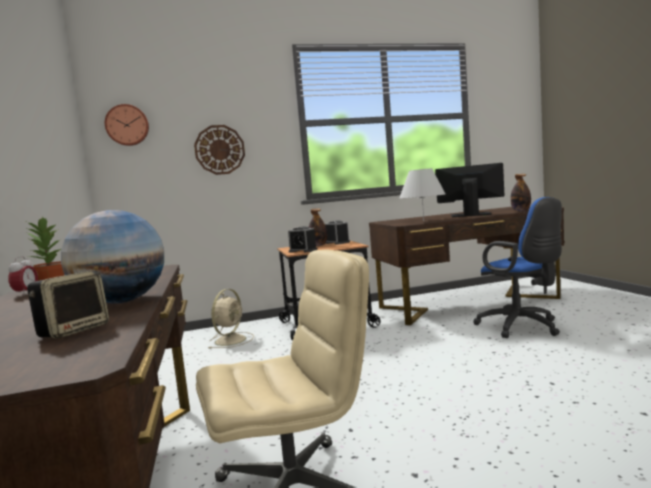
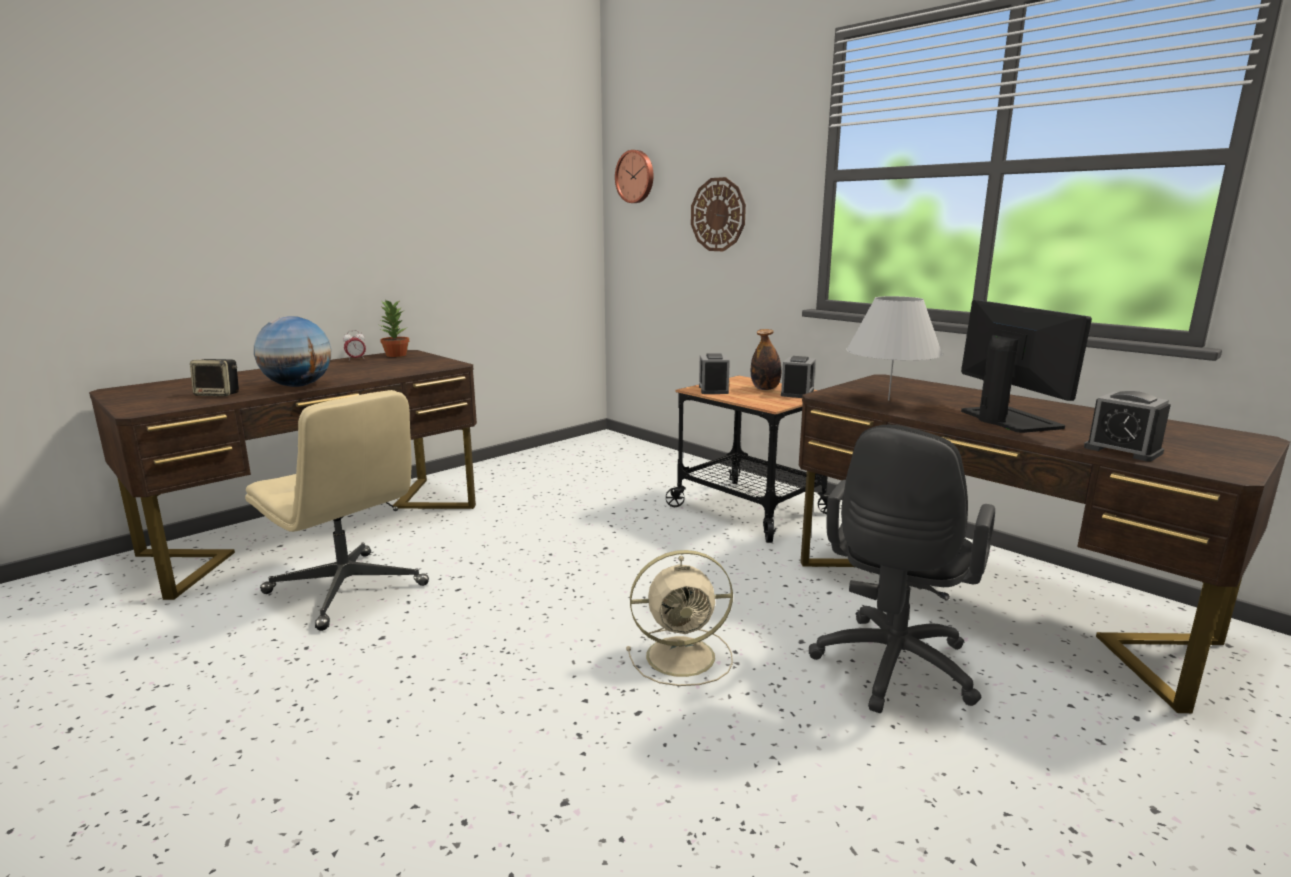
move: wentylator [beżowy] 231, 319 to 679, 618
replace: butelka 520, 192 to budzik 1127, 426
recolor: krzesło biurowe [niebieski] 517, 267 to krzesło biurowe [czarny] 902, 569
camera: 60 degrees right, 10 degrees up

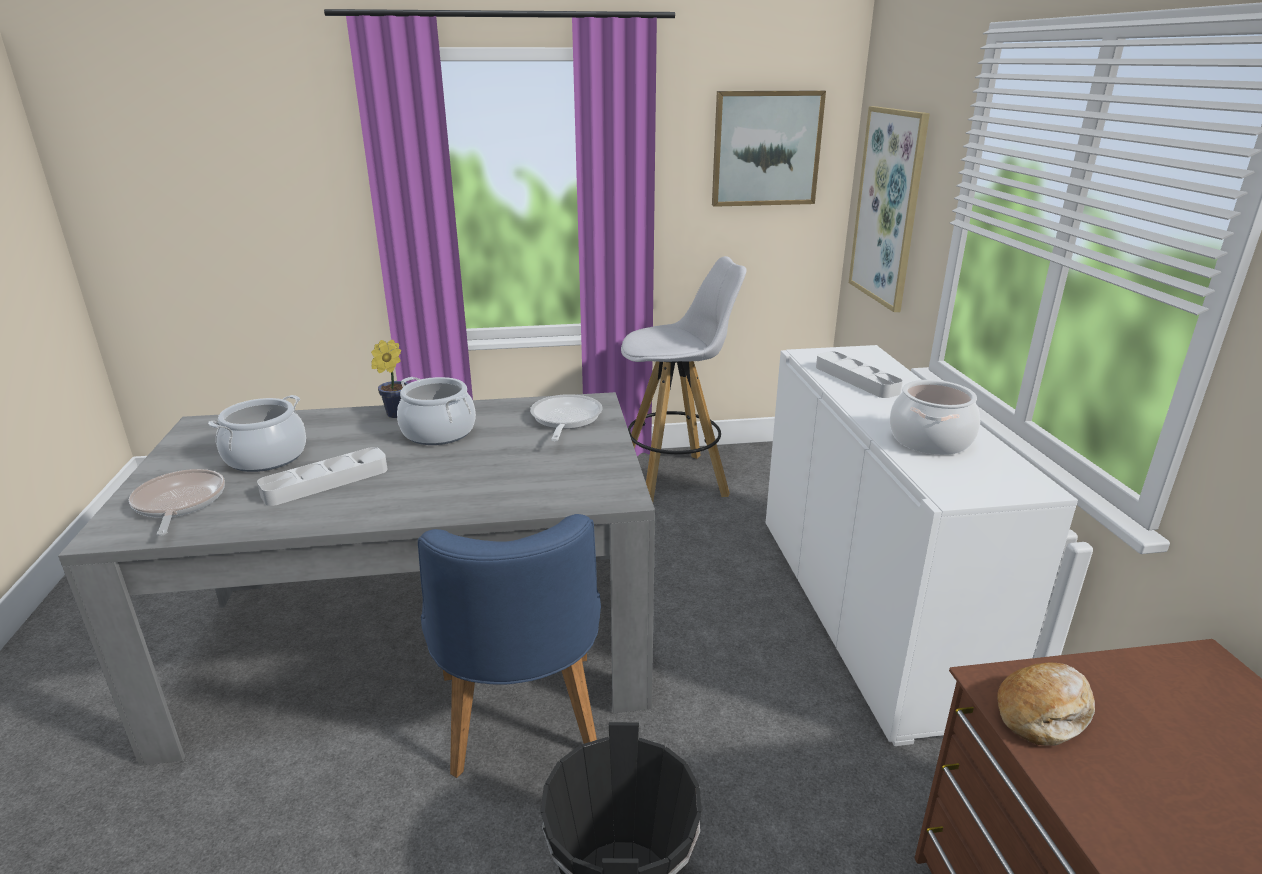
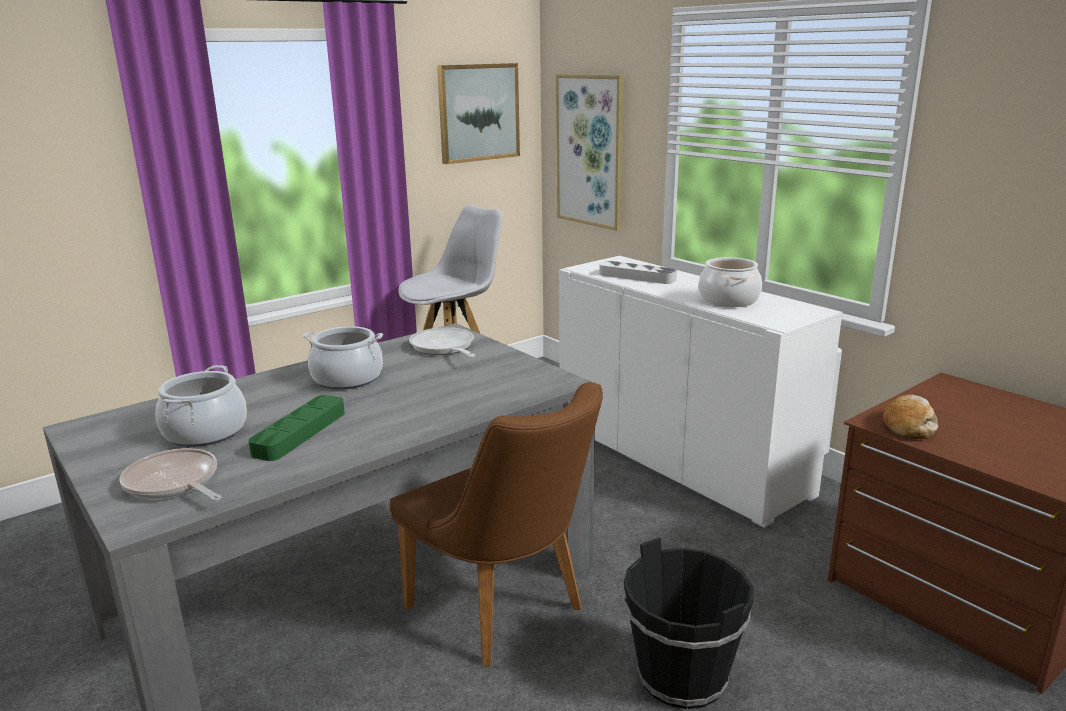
delete: roślina doniczkowa 389, 379
recolor: taca [szary] 322, 476 to taca [zielony] 296, 428; krzesło [niebieski] 509, 646 to krzesło [brązowy] 496, 524
camera: 30 degrees left, 5 degrees down

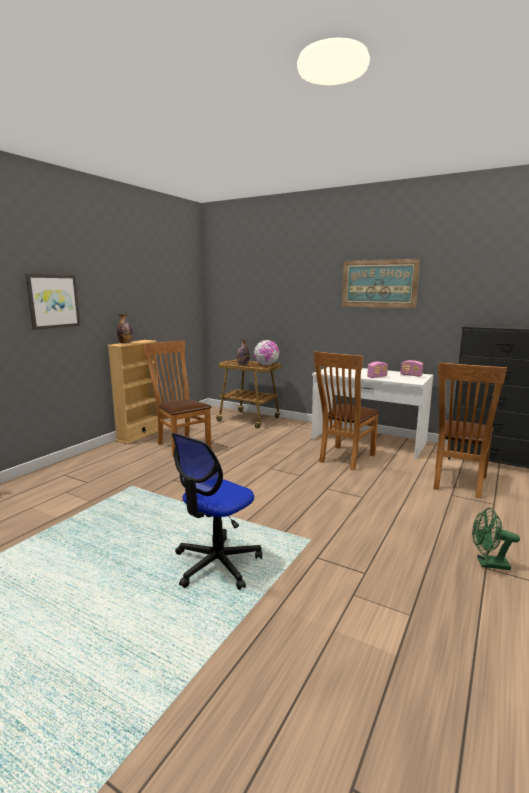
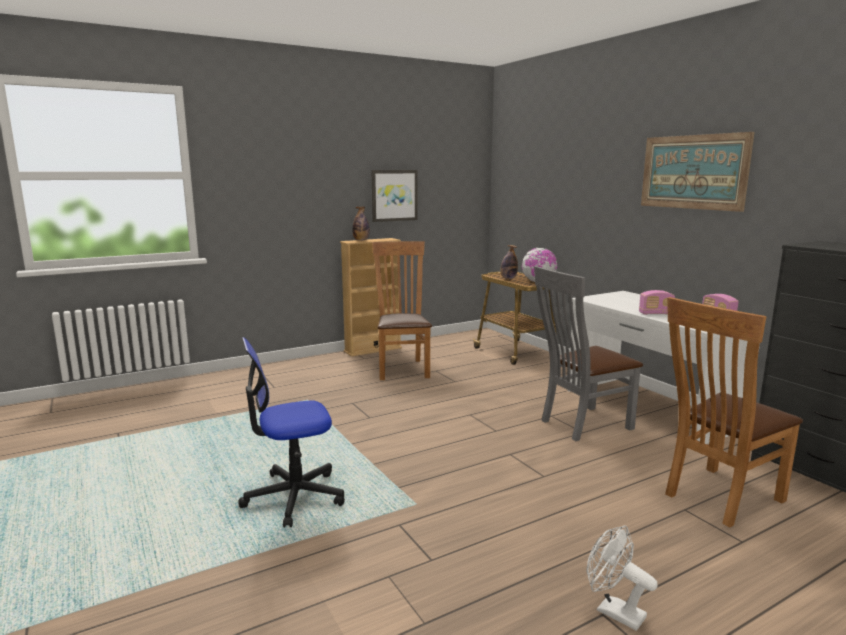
move: obraz 52, 302 to 394, 196
recolor: krzesło [brązowy] 346, 410 to krzesło [szary] 588, 353; wentylator [zielony] 496, 539 to wentylator [biały] 622, 578
camera: 30 degrees right, 0 degrees up

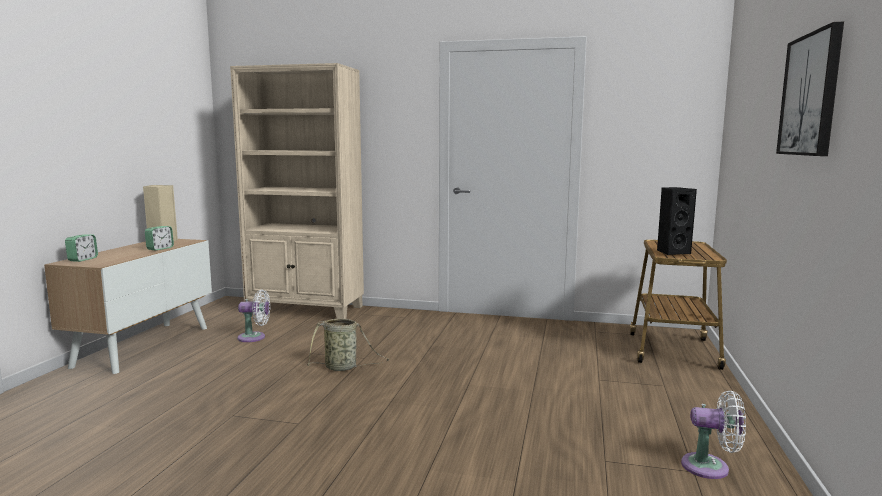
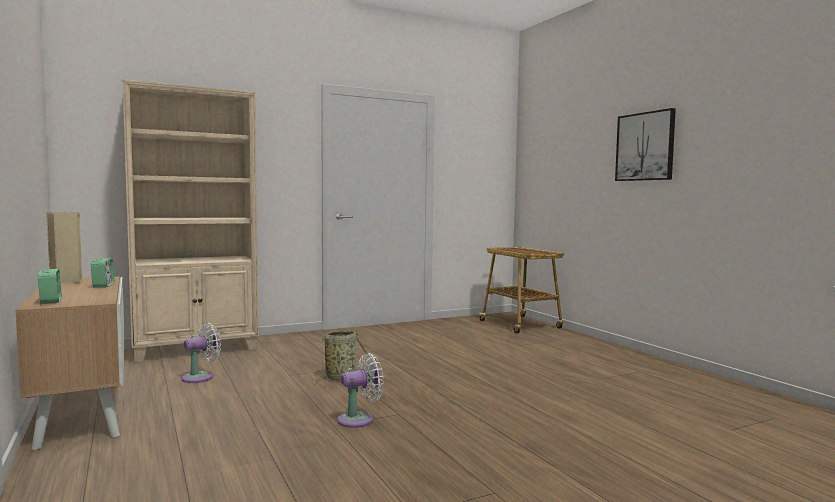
delete: głośnik [czarny] 677, 221
move: wentylator [biały] 713, 435 to 360, 390
camera: 40 degrees left, 5 degrees down

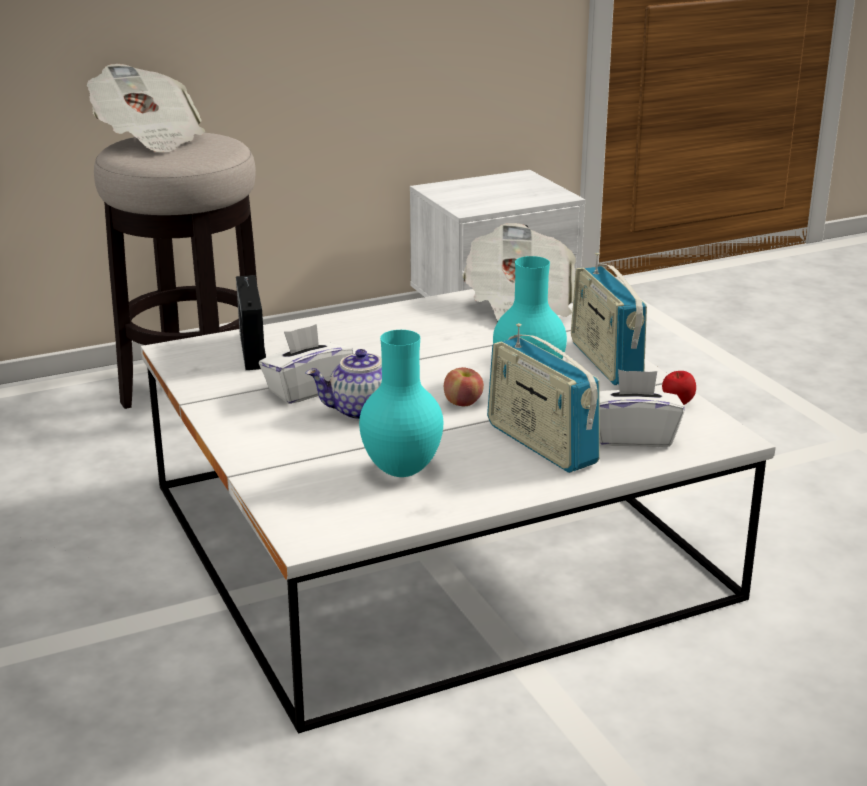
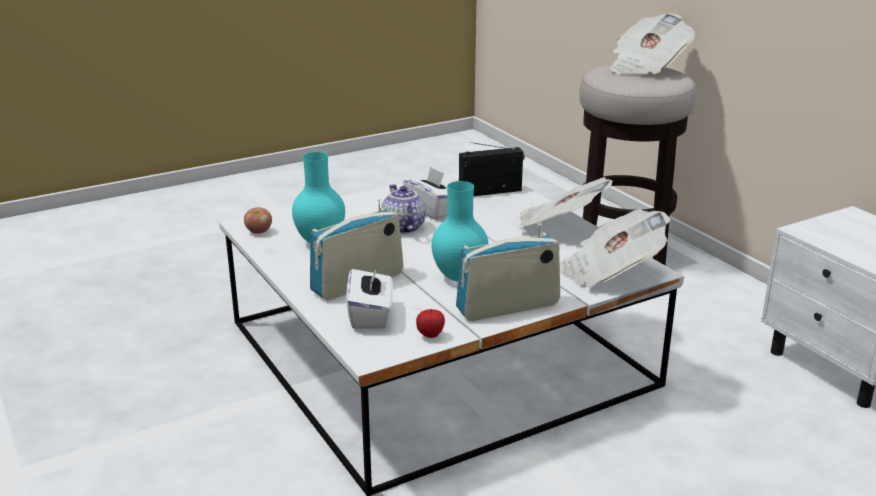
insert: gazeta 566, 203
move: jabłko 464, 386 to 258, 220
camera: 85 degrees right, 0 degrees up

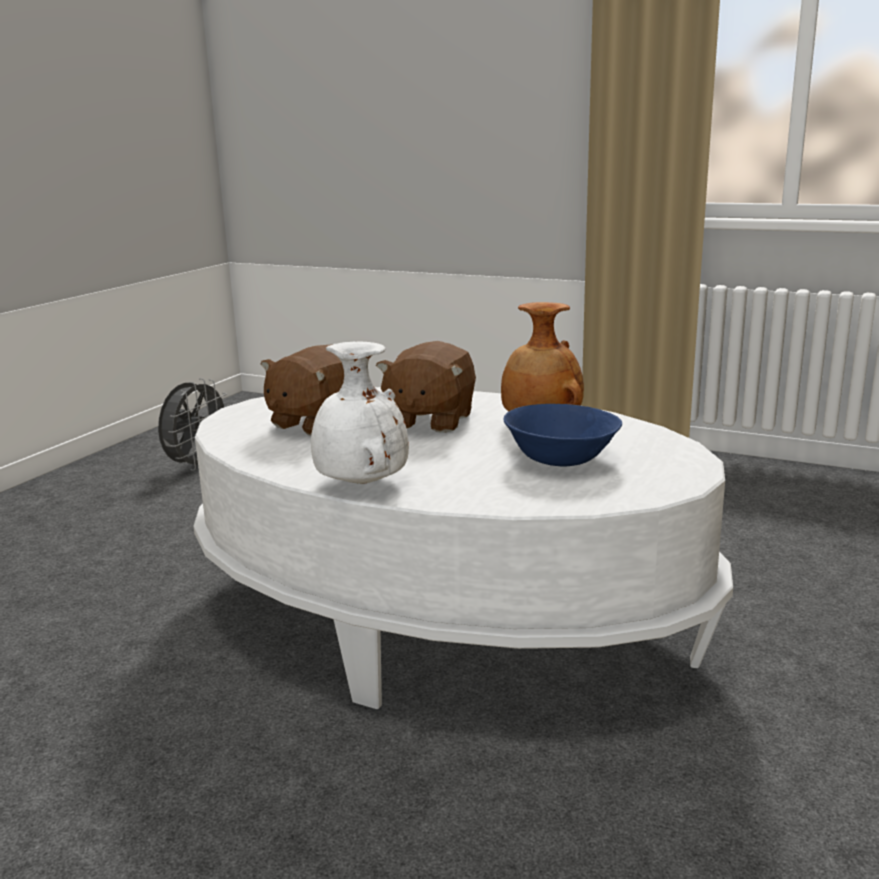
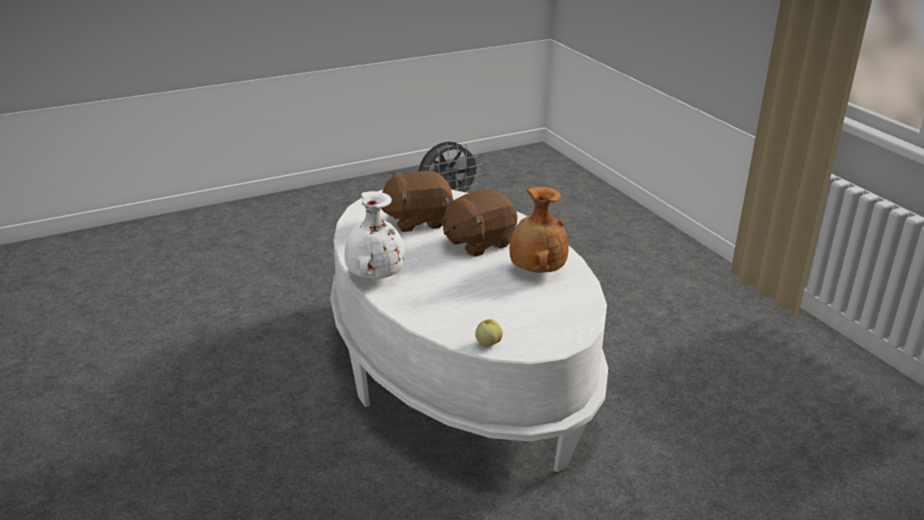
delete: miska [niebieski] 562, 435
insert: jabłko 489, 333
camera: 35 degrees right, 10 degrees up

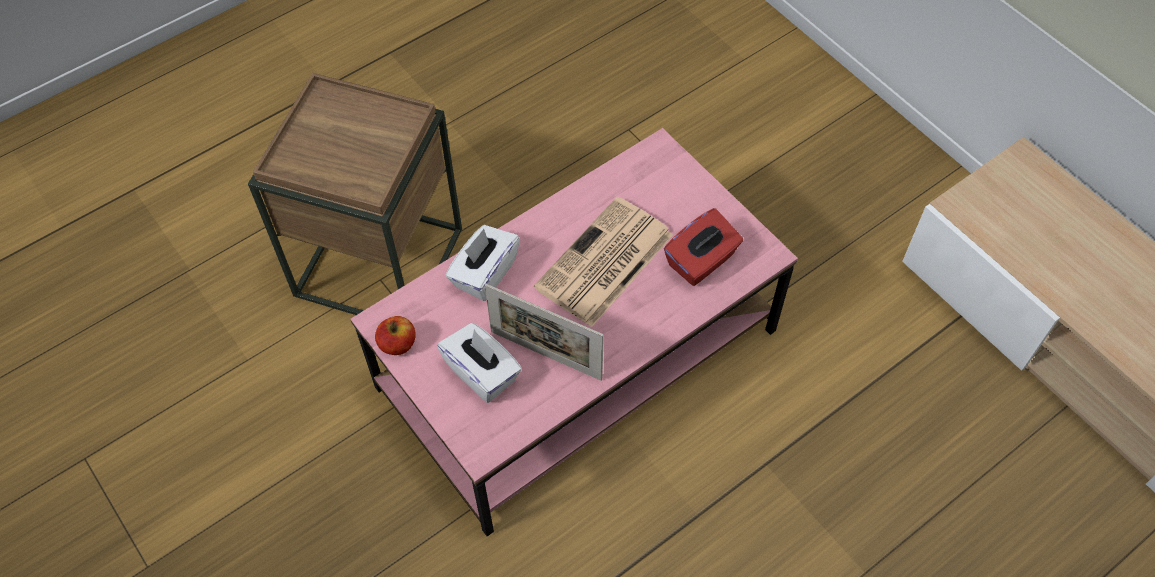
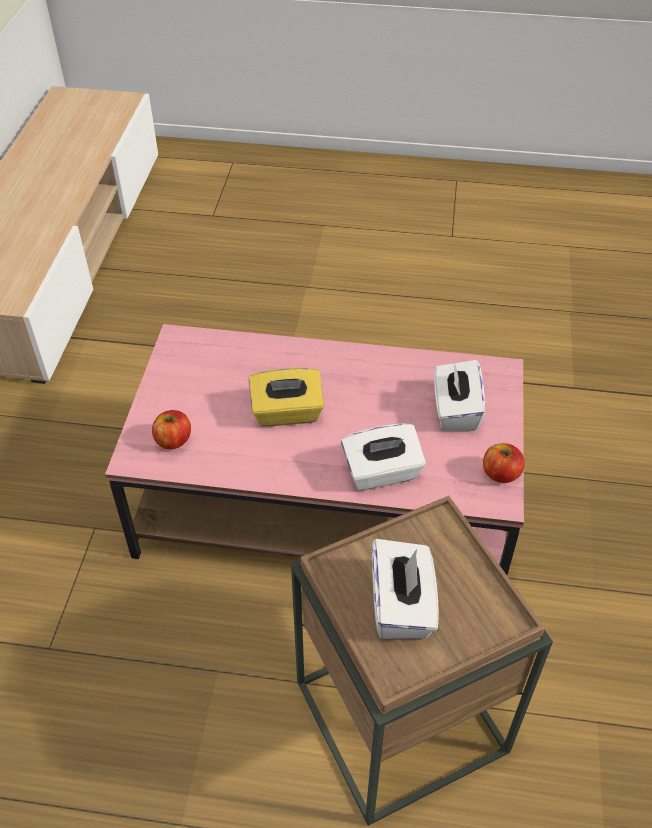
delete: pudełko chusteczek [czerwony] 703, 247; ramka na zdjęcie 544, 332
insert: jabłko 171, 430; pudełko chusteczek [biały] 405, 589
replace: gazeta 603, 262 to pudełko chusteczek [żółty] 286, 397
camera: 135 degrees left, 10 degrees down

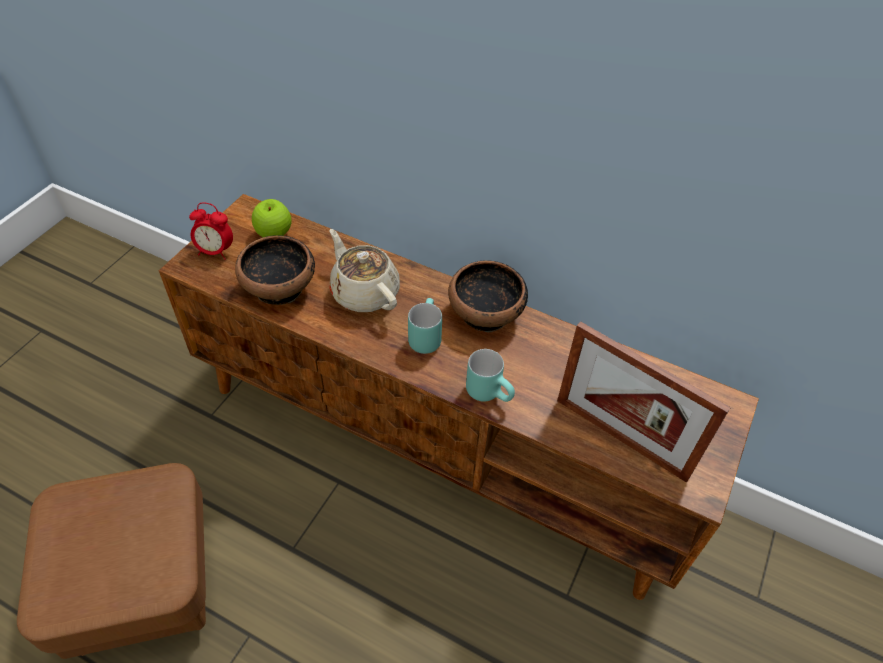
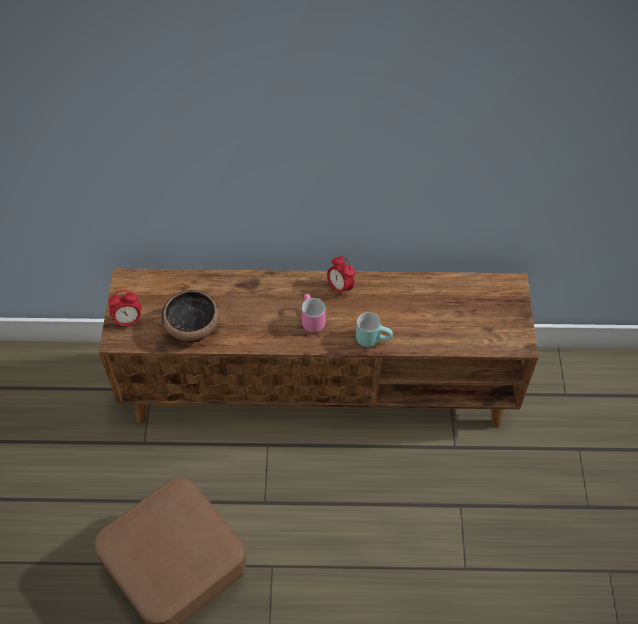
delete: jabłko 272, 218; imbryk [beżowy] 364, 270; ramka na zdjęcie 644, 402
replace: miska 488, 297 to budzik 341, 276
recolor: kubek [turkusowy] 425, 326 to kubek [różowy] 314, 313
camera: 25 degrees left, 5 degrees up

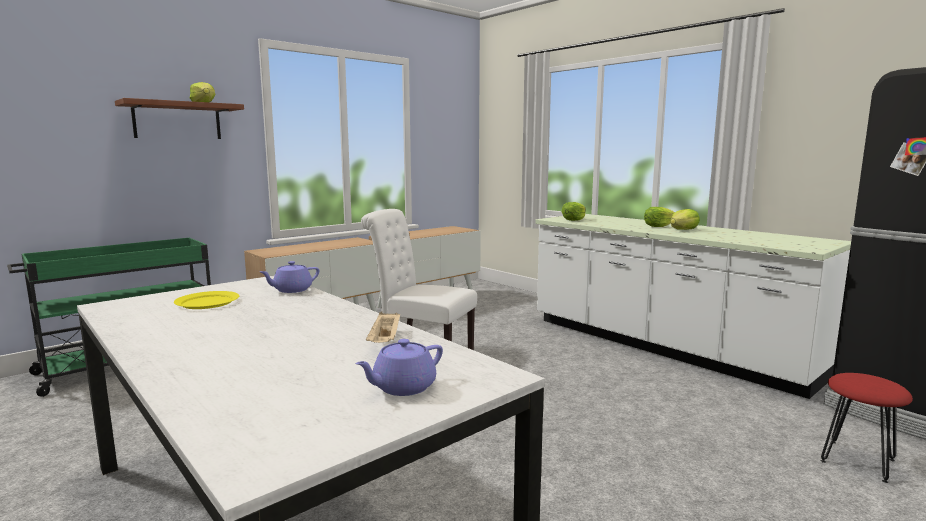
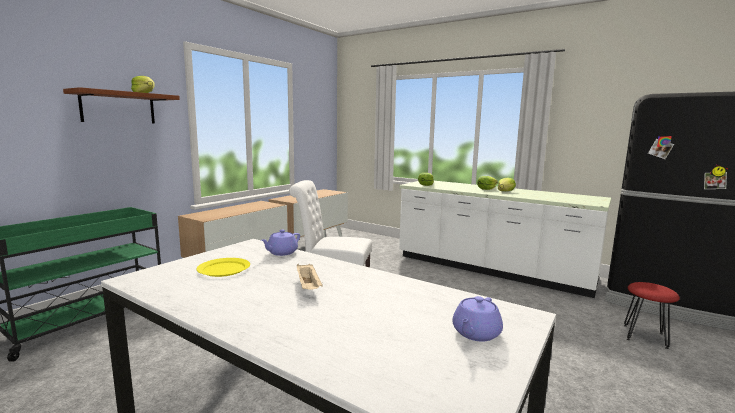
move: taca [beżowy] 383, 327 to 310, 277
camera: 15 degrees left, 0 degrees up

